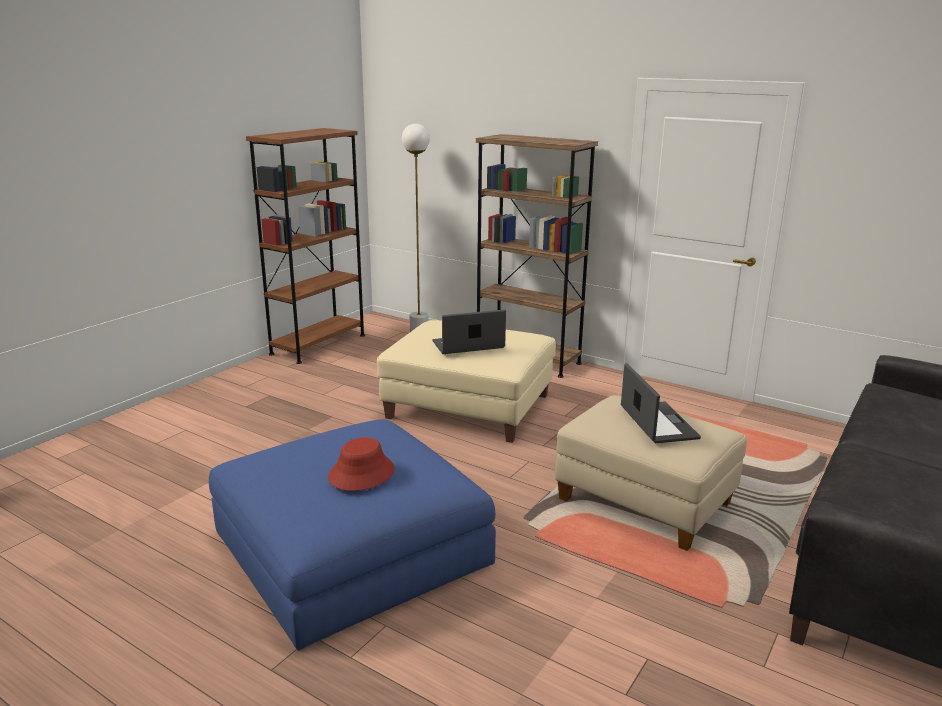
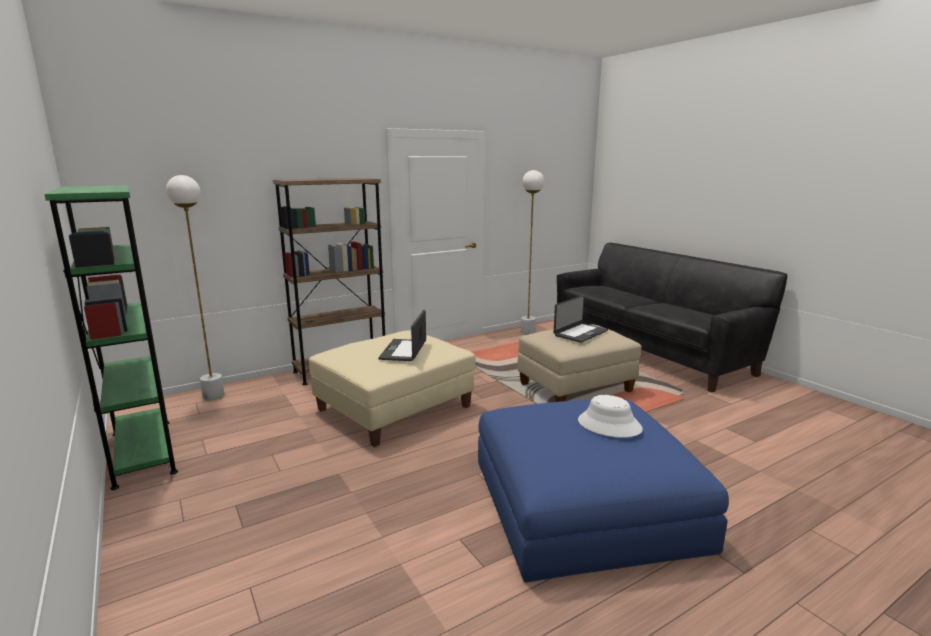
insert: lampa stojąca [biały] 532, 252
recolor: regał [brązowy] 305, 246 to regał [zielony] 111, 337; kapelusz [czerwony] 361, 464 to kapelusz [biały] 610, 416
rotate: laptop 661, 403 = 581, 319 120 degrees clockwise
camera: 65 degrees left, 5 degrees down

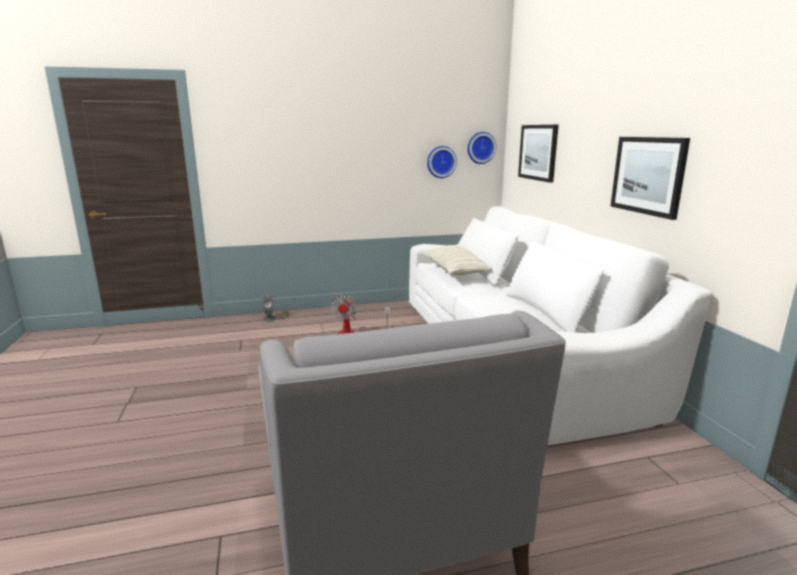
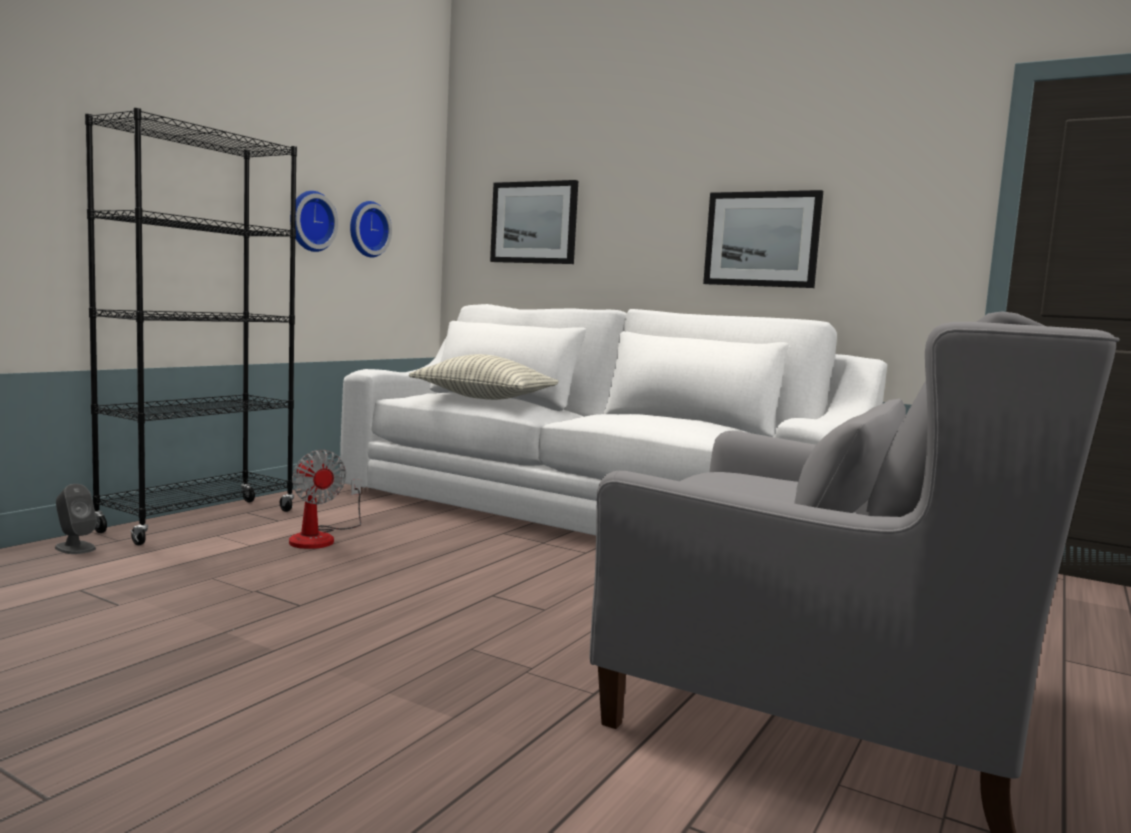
insert: regał [czarny] 191, 326
move: zegar ścienny 481, 148 to 314, 221
camera: 45 degrees left, 10 degrees down

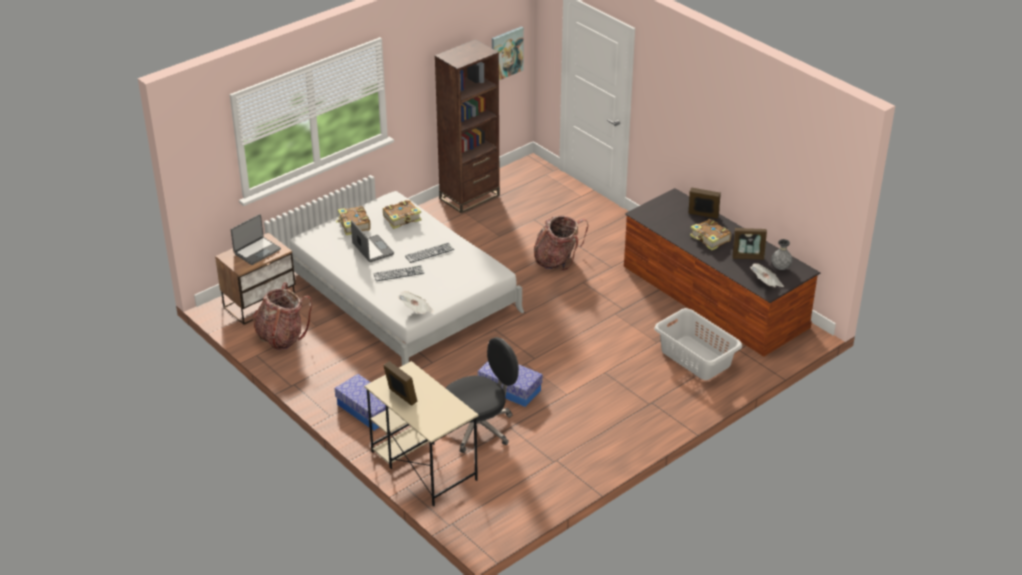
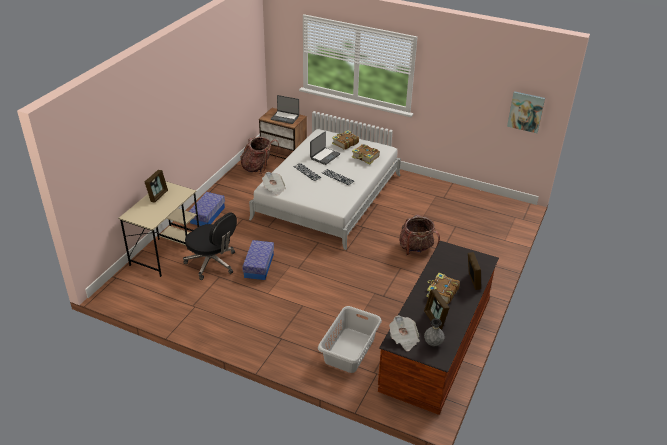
delete: regał [brązowy] 467, 126
camera: 65 degrees right, 0 degrees up

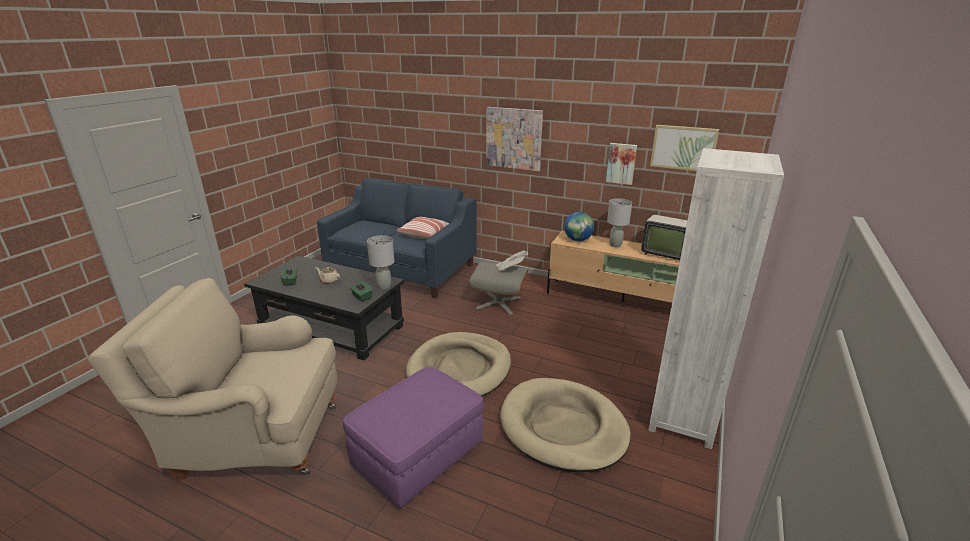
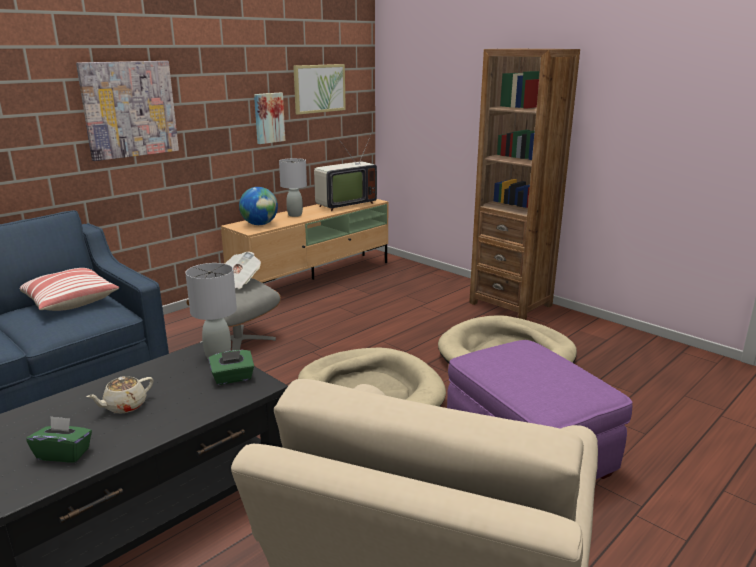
recolor: regał [biały] 716, 298 to regał [brązowy] 524, 184
camera: 70 degrees left, 5 degrees down

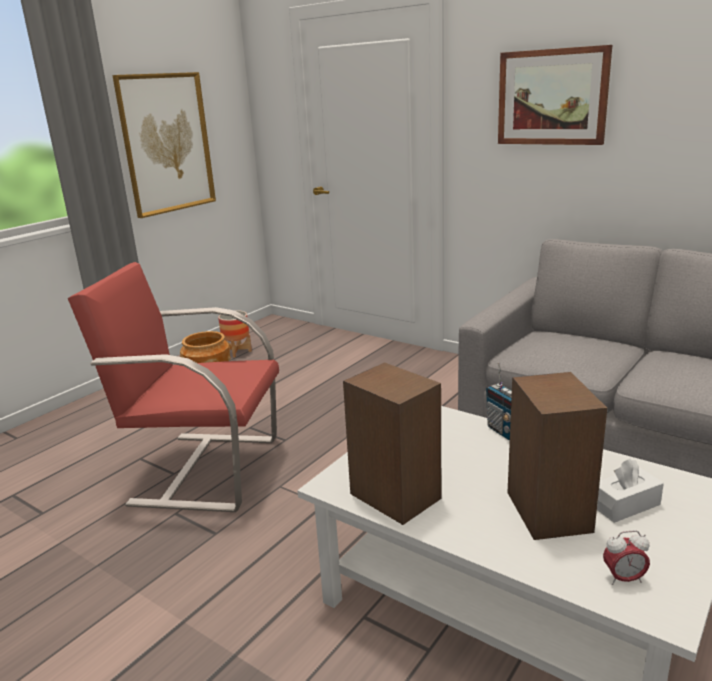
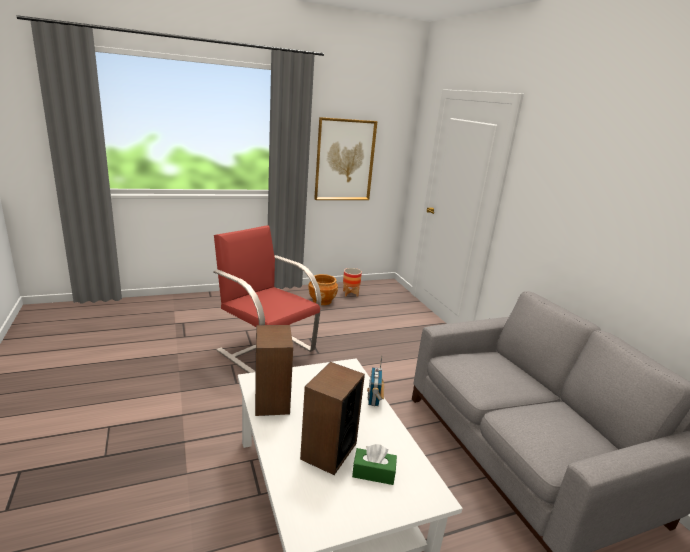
delete: obraz 555, 95; budzik 626, 557
recolor: pudełko chusteczek [biały] 630, 491 to pudełko chusteczek [zielony] 374, 464
camera: 30 degrees right, 0 degrees up

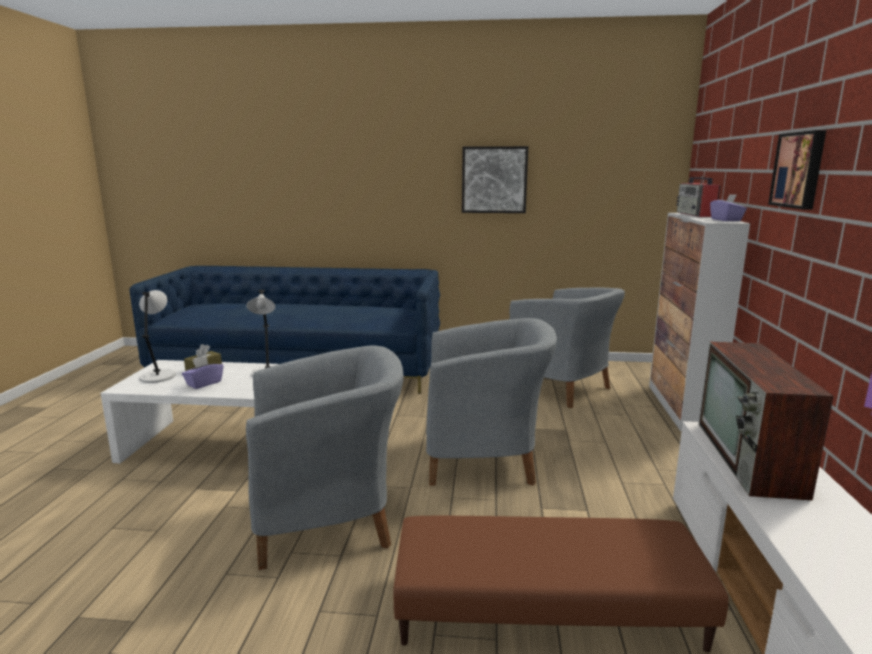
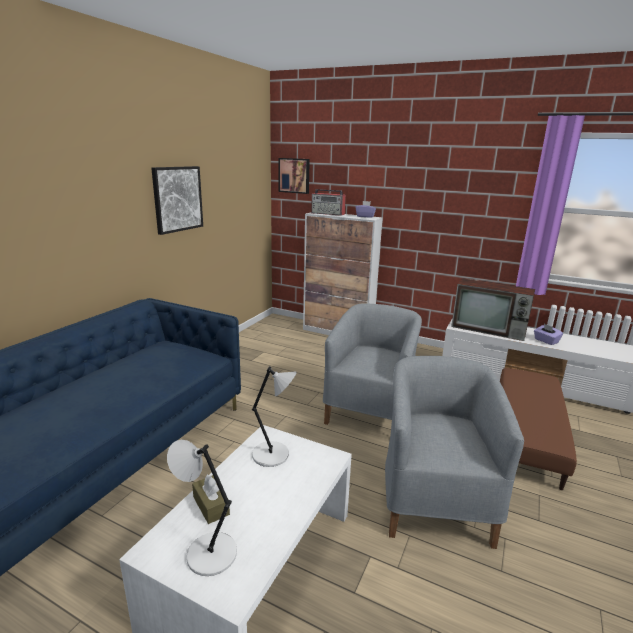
delete: fotel [szary] 567, 347
move: obraz 797, 170 to 294, 176; pudełko chusteczek [fioletowy] 202, 372 to 548, 334
camera: 70 degrees left, 5 degrees up

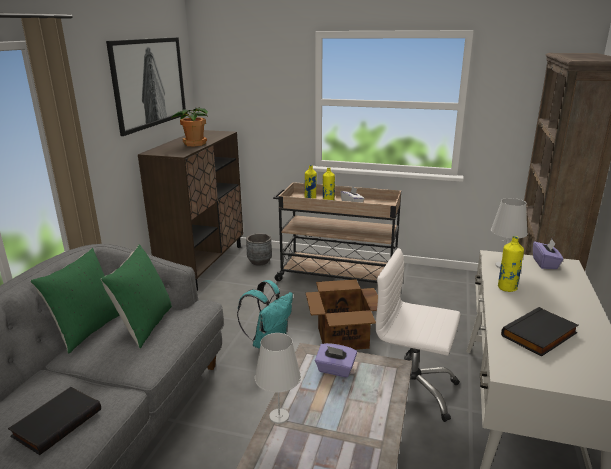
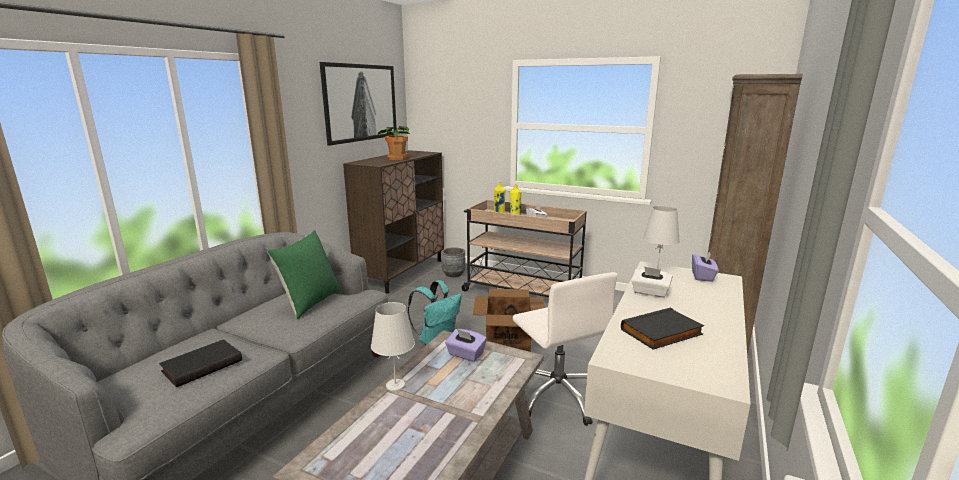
delete: poduszka [zielony] 75, 301
replace: butelka [żółty] 511, 264 to pudełko chusteczek [biały] 652, 282
rotate: krzesło biurowe [biały] 418, 335 = 565, 349 150 degrees counterclockwise
camera: 10 degrees right, 5 degrees down

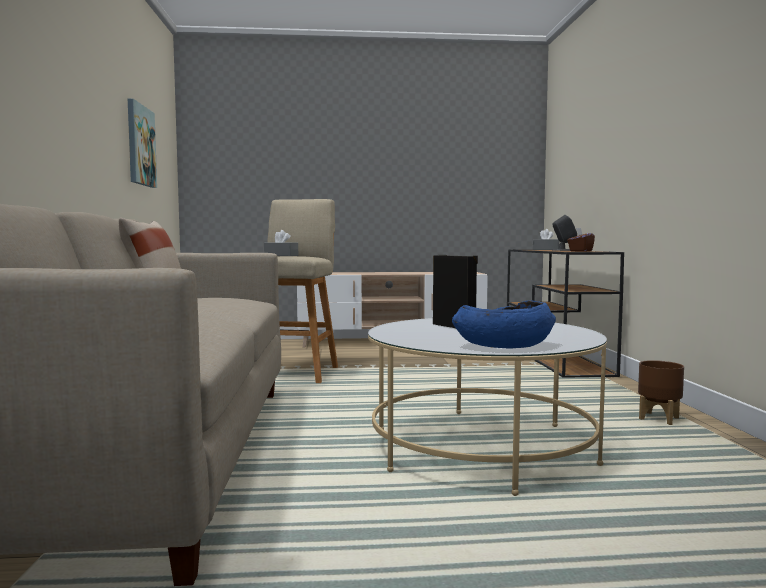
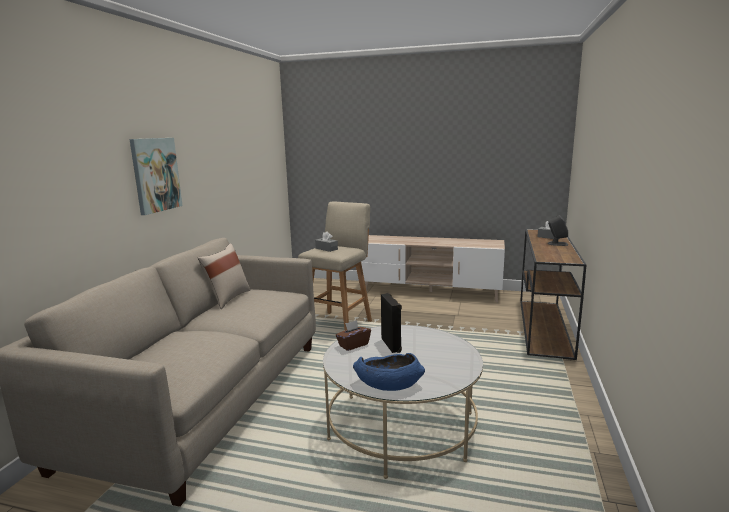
delete: donica [brązowy] 661, 392
move: obraz 142, 143 to 156, 176; pudełko chusteczek [brązowy] 581, 240 to 353, 335
camera: 20 degrees right, 10 degrees up

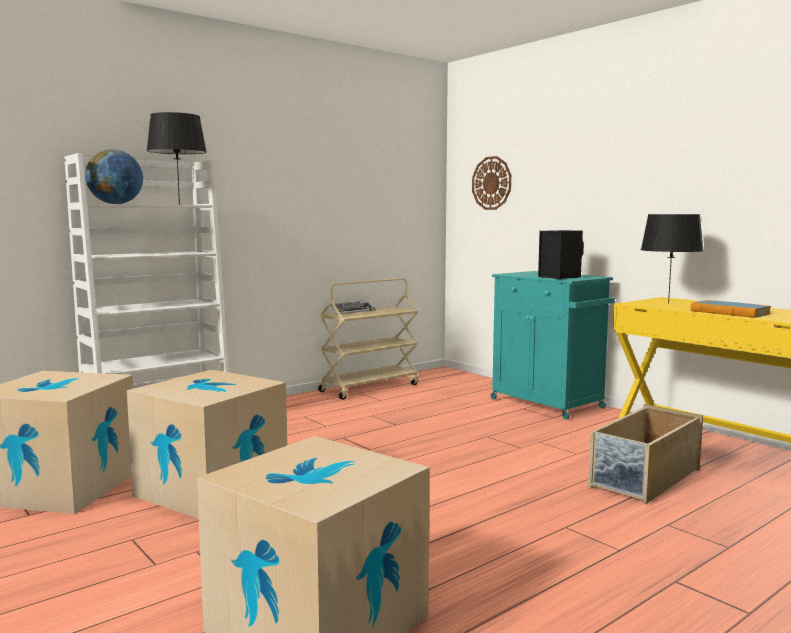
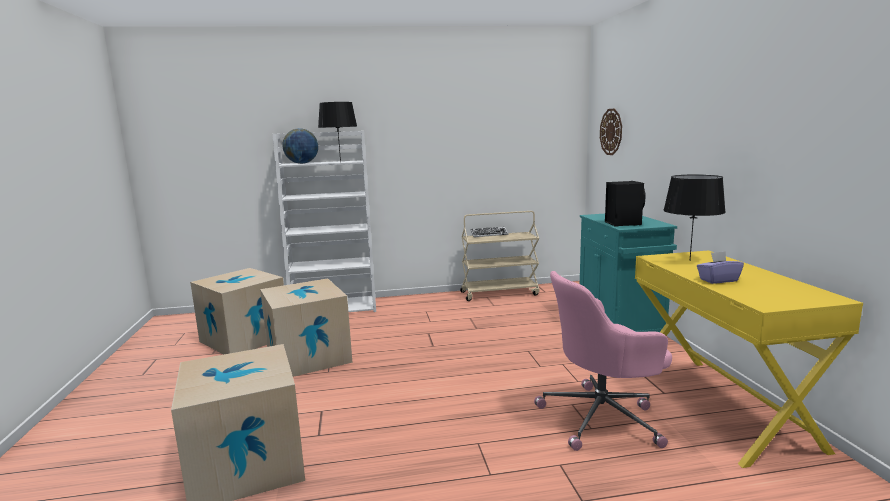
replace: książka 730, 309 to pudełko chusteczek [fioletowy] 720, 267; pojemnik do przechowywania [beżowy] 645, 454 to krzesło biurowe [różowy] 603, 361
camera: 30 degrees right, 5 degrees up

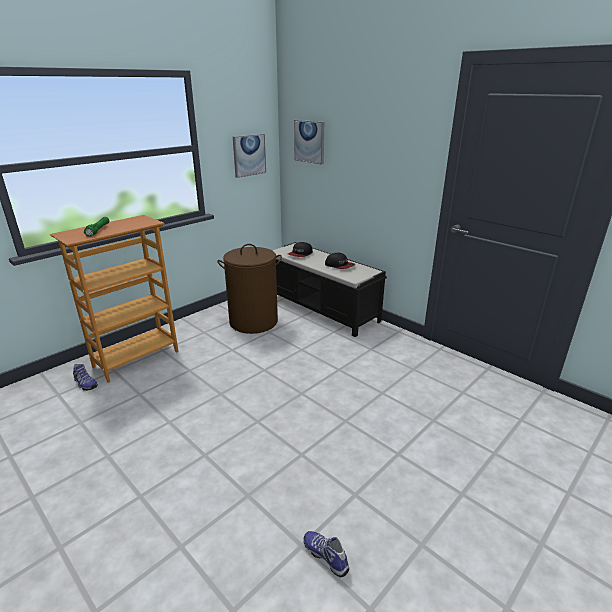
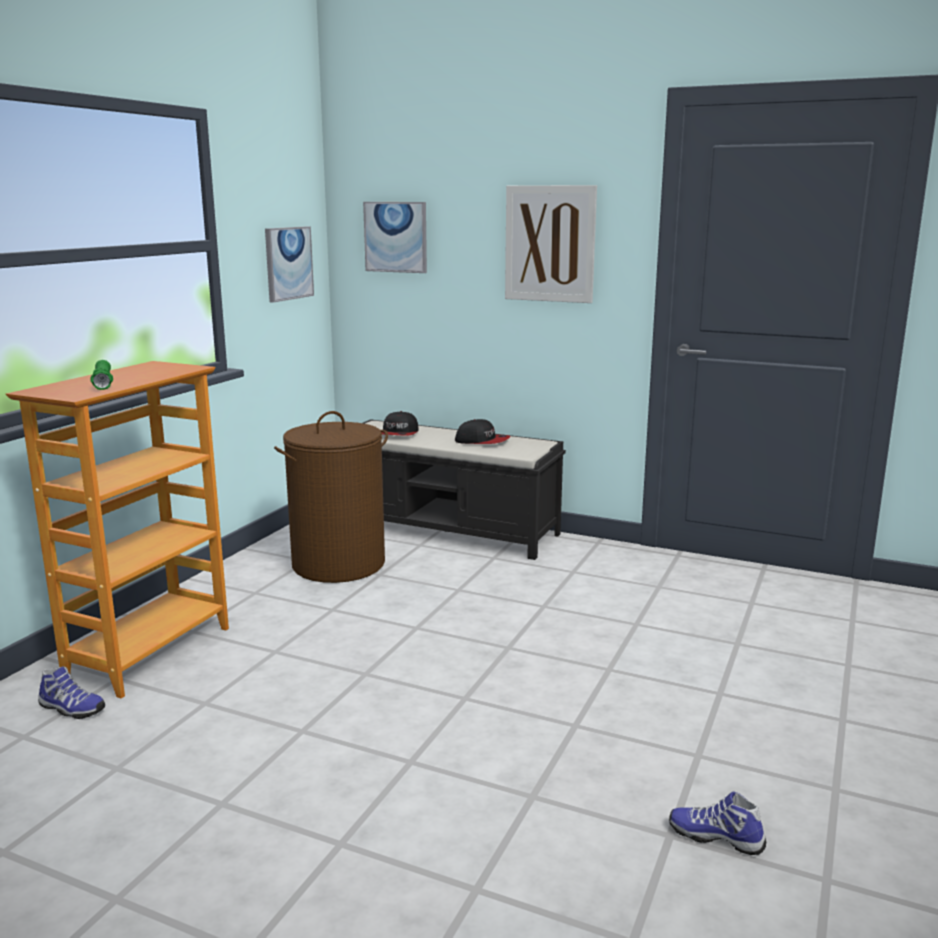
insert: obraz 551, 244
camera: 20 degrees left, 10 degrees down

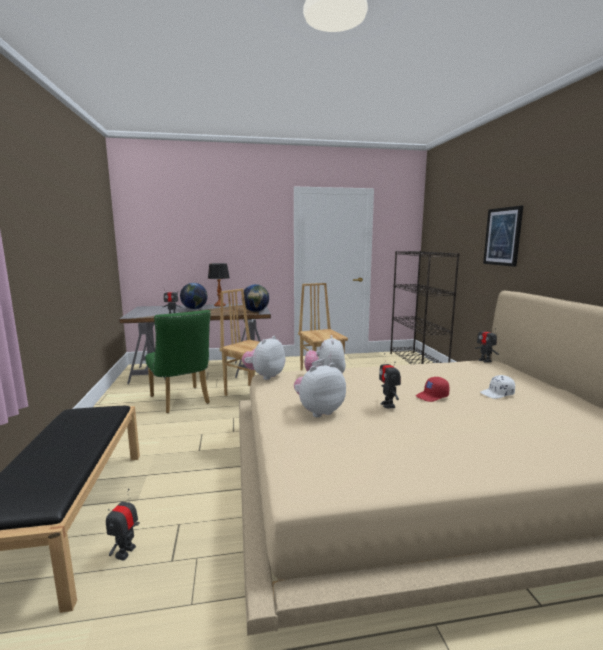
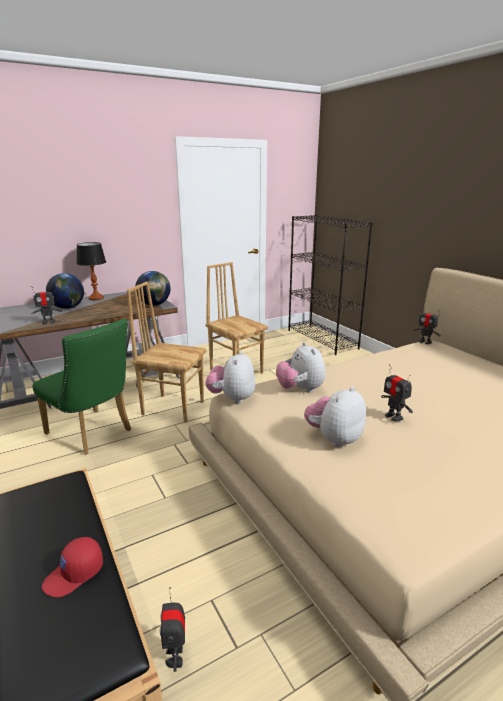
delete: obraz 503, 236; czapka z daszkiem [biały] 497, 387
move: czapka z daszkiem [czerwony] 432, 389 to 72, 567
camera: 20 degrees left, 10 degrees up

